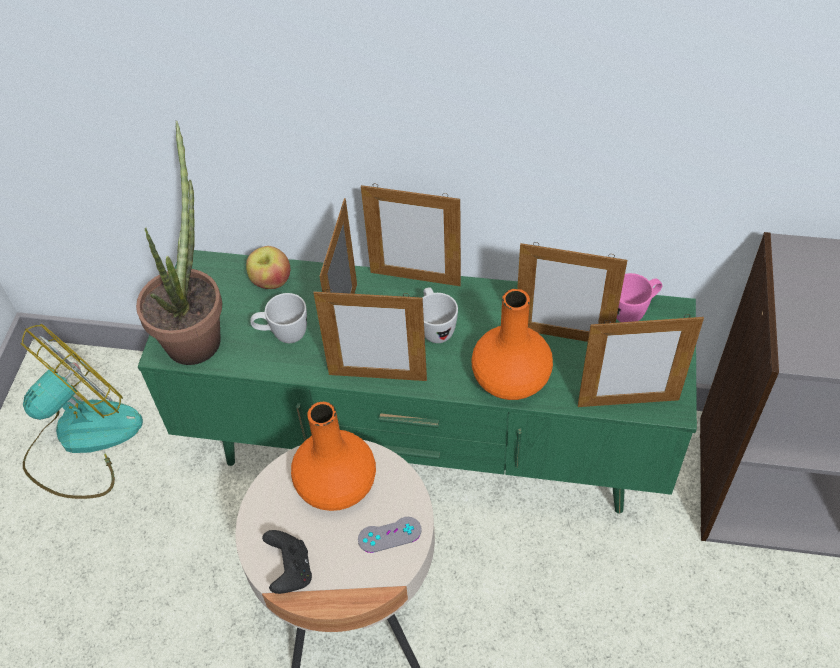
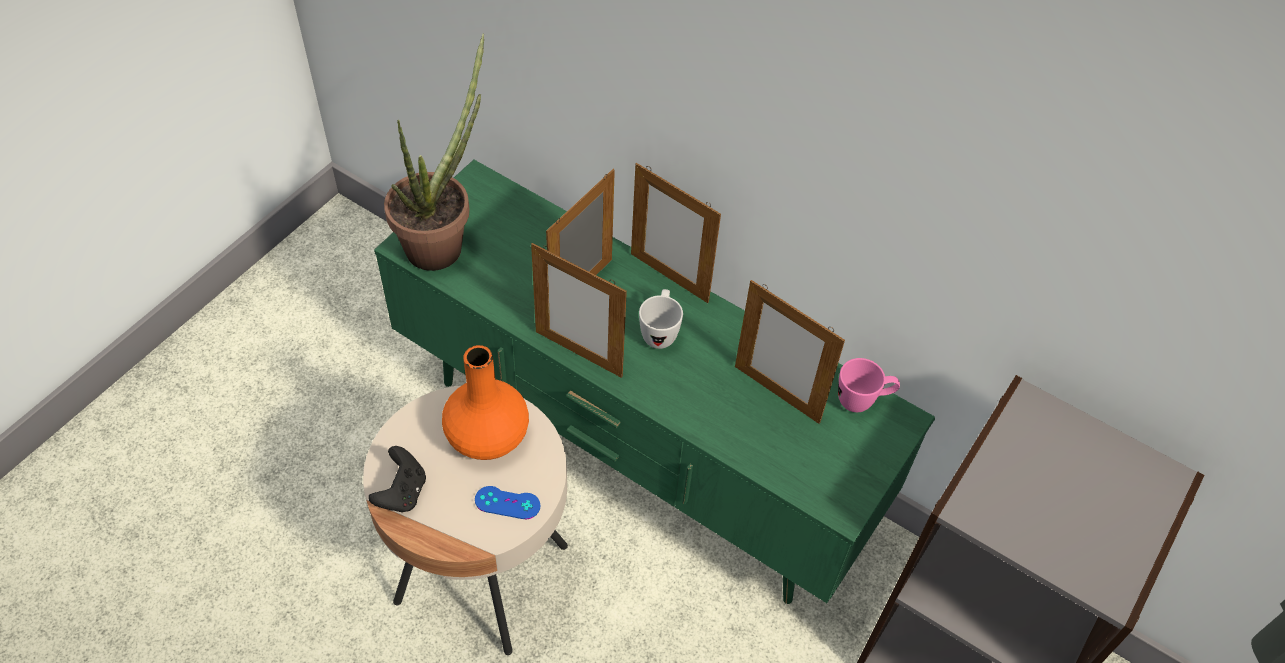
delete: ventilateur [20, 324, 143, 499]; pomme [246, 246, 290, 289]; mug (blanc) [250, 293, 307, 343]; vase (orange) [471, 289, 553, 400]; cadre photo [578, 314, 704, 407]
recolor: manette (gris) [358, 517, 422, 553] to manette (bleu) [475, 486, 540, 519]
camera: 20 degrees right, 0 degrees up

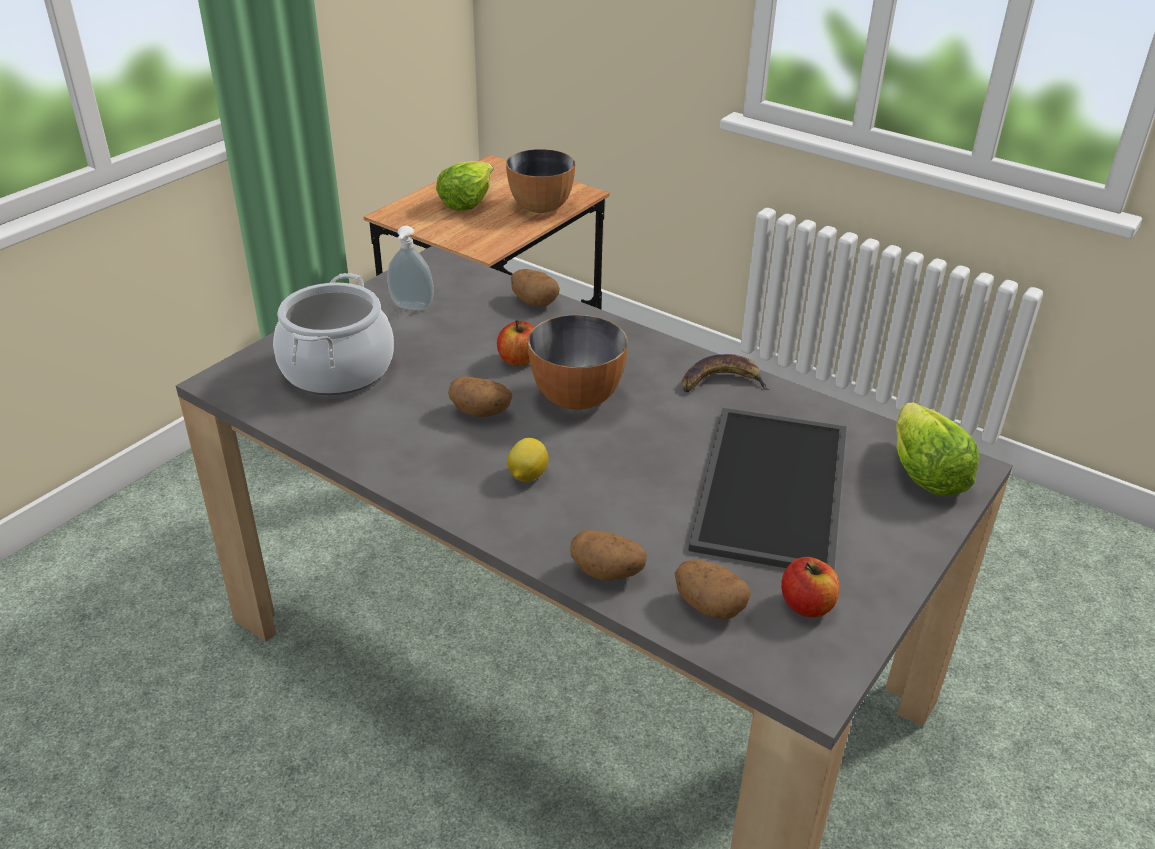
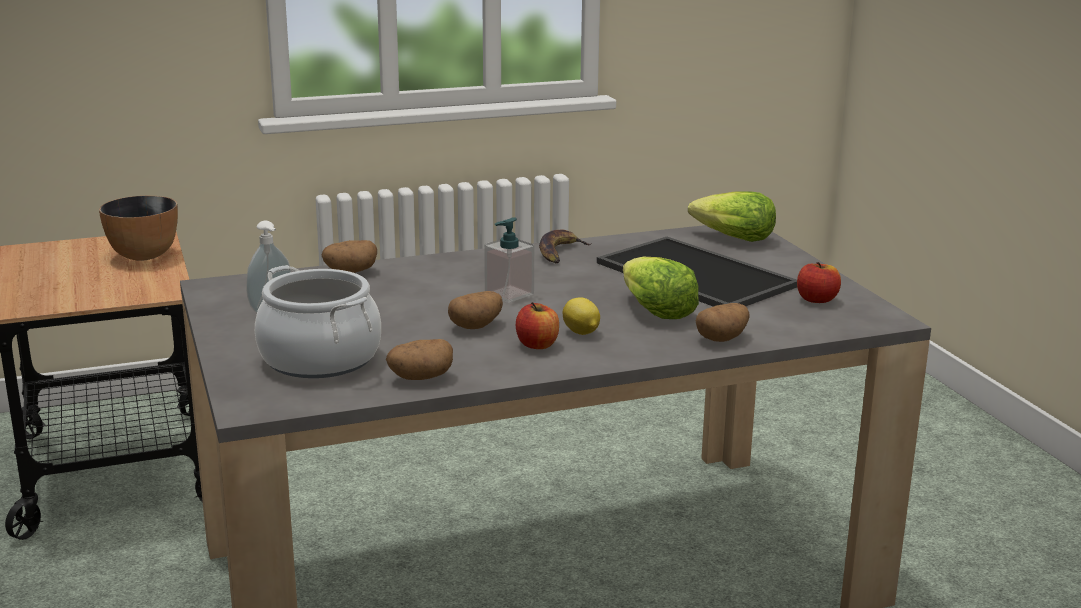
move: pomme de terre [675, 560, 751, 619] to [386, 339, 453, 380]; pomme [497, 320, 534, 366] to [516, 302, 559, 349]; laitue [436, 161, 493, 210] to [623, 257, 699, 319]
replace: bol [528, 315, 628, 410] to distributeur de savon [484, 217, 534, 303]
camera: 55 degrees left, 15 degrees down

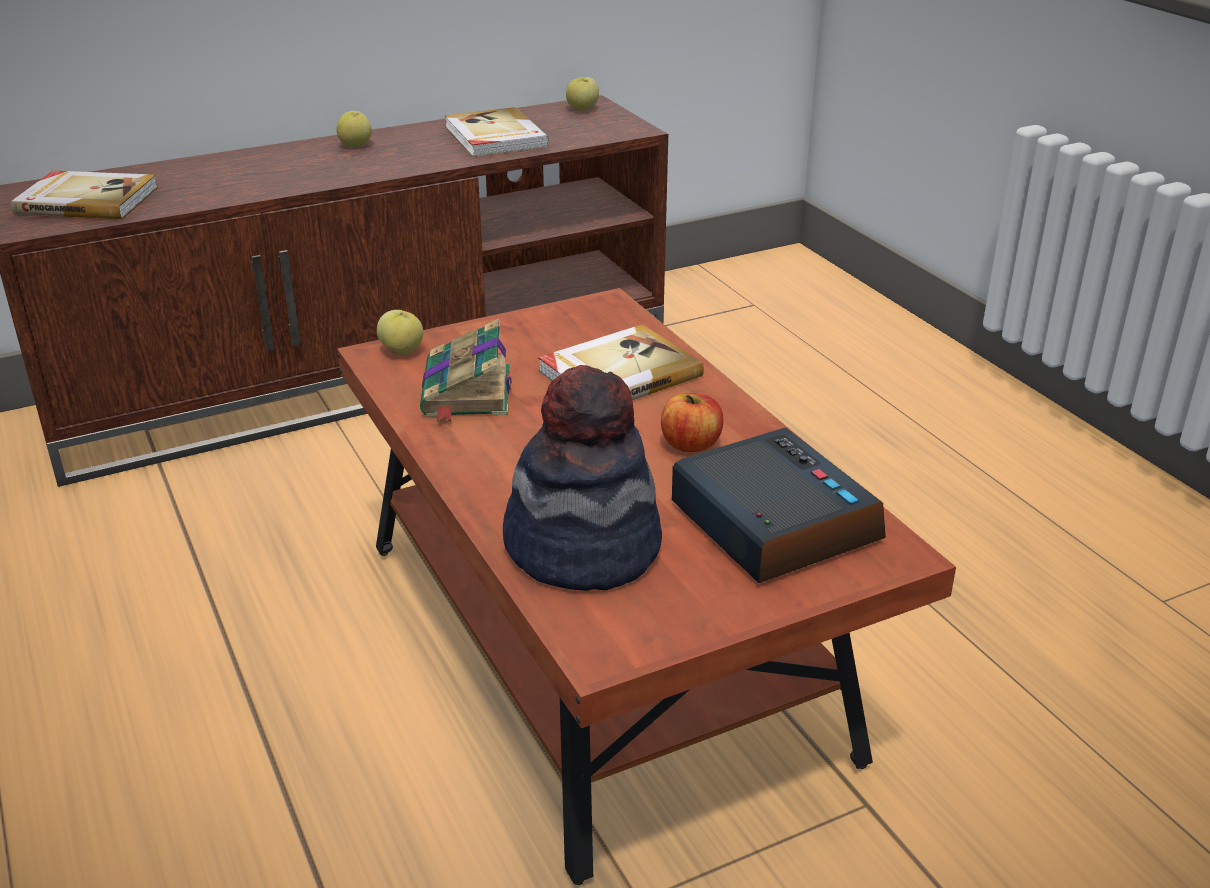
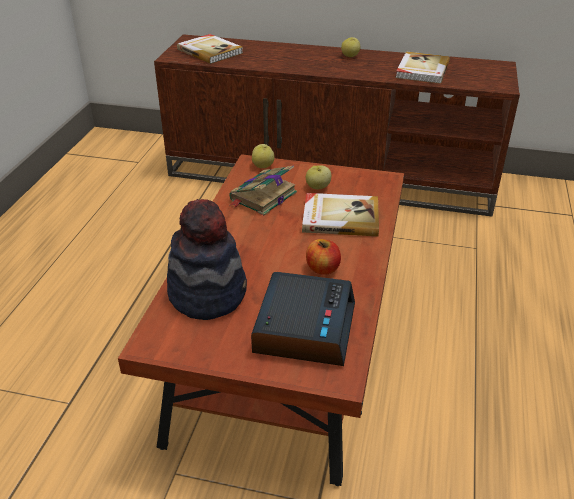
move: pomme [566, 77, 599, 111] to [306, 165, 331, 190]
camera: 40 degrees right, 5 degrees up

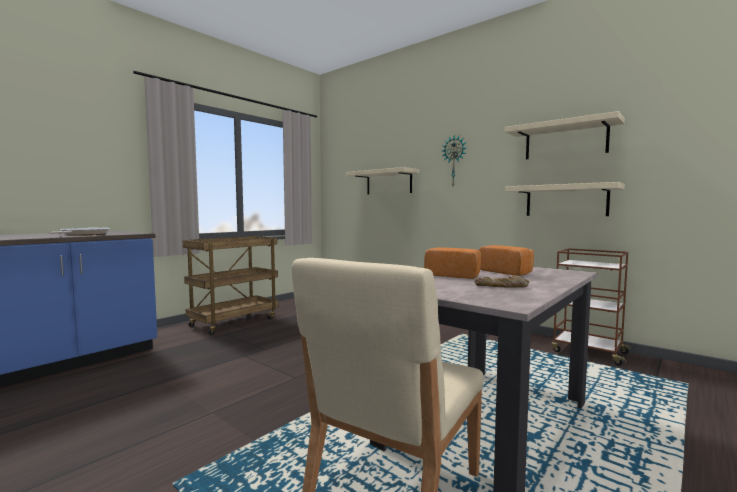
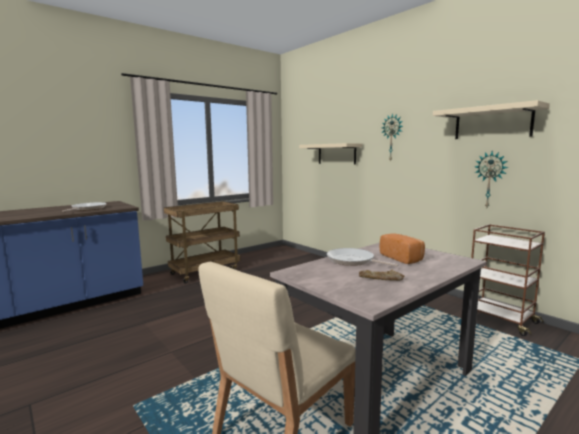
replace: pain [424, 247, 481, 279] to poêle [327, 248, 398, 266]; étagère (beige) [505, 182, 625, 216] to horloge murale [475, 151, 508, 207]
camera: 10 degrees right, 5 degrees up

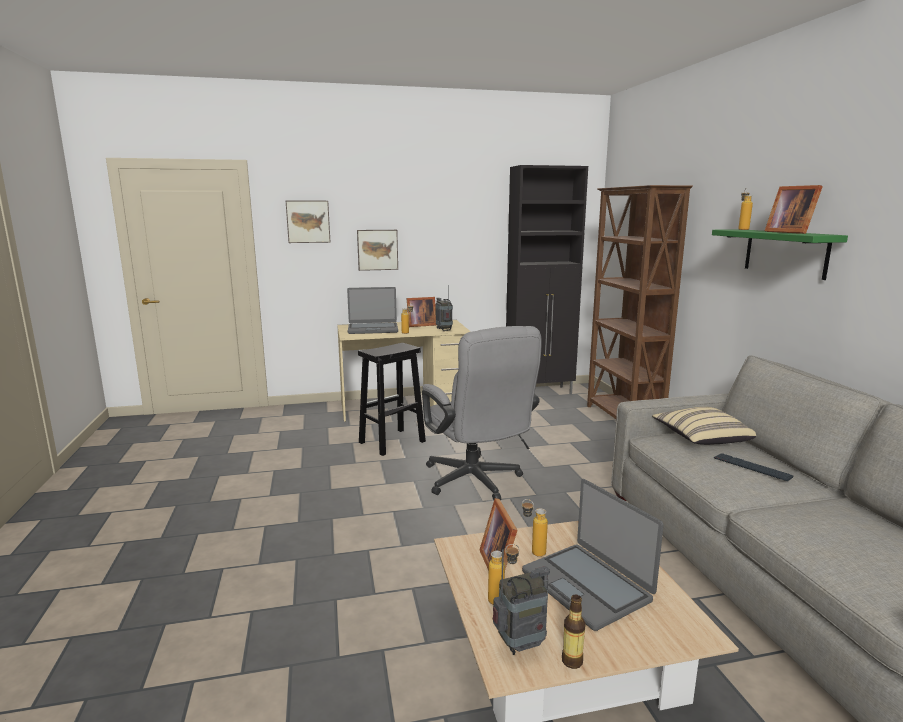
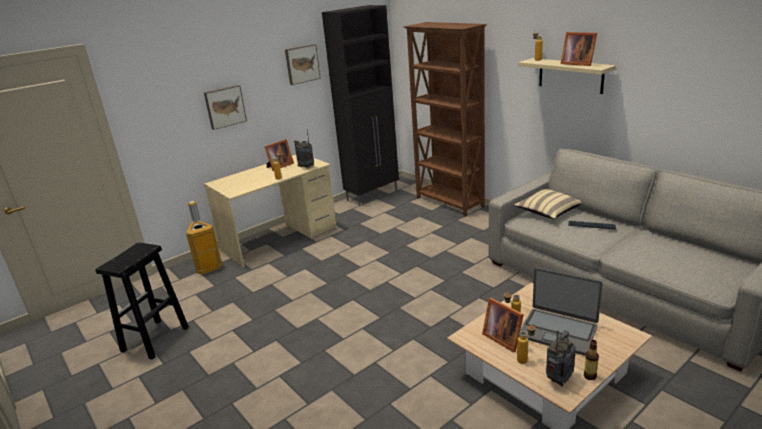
delete: ordinateur portable [347, 287, 398, 334]; chaise de bureau (gris) [422, 326, 542, 500]
insert: poubelle [186, 201, 222, 274]
move: tabouret (noir) [358, 343, 426, 456] to [95, 242, 189, 360]; tableau [286, 201, 331, 243] to [285, 44, 321, 85]
recolor: étagère (vert) [712, 229, 848, 280] to étagère (beige) [518, 58, 616, 94]
camera: 25 degrees left, 10 degrees up

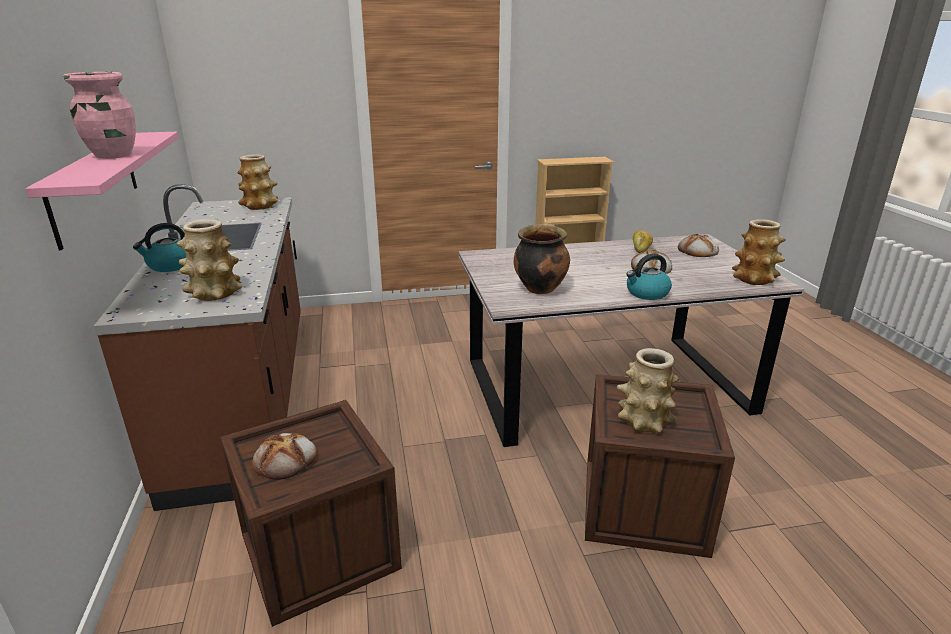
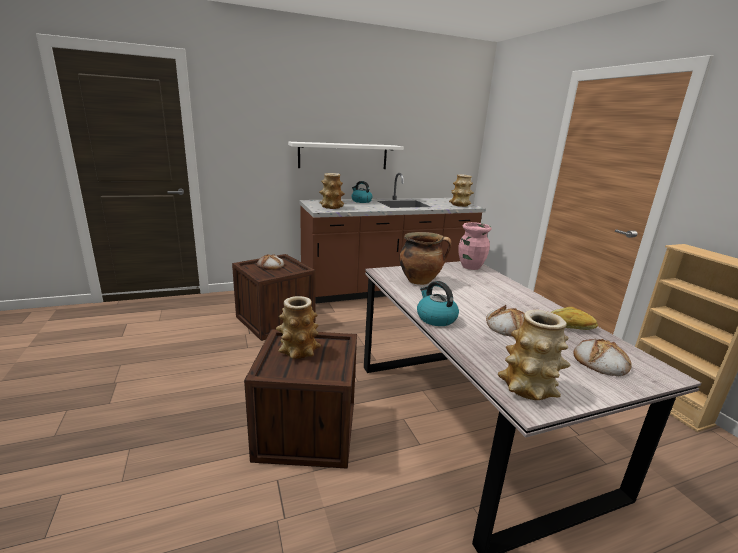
move: vase (rose) [63, 72, 136, 159] to [458, 222, 492, 270]
recolor: étagère (rose) [25, 132, 179, 250] to étagère (blanc) [288, 142, 404, 169]
camera: 80 degrees right, 5 degrees down

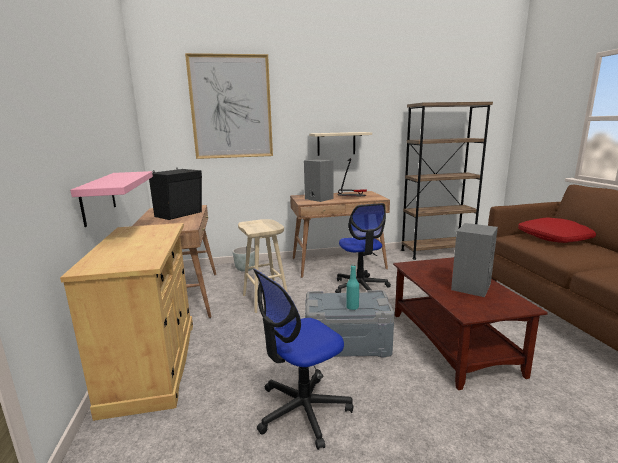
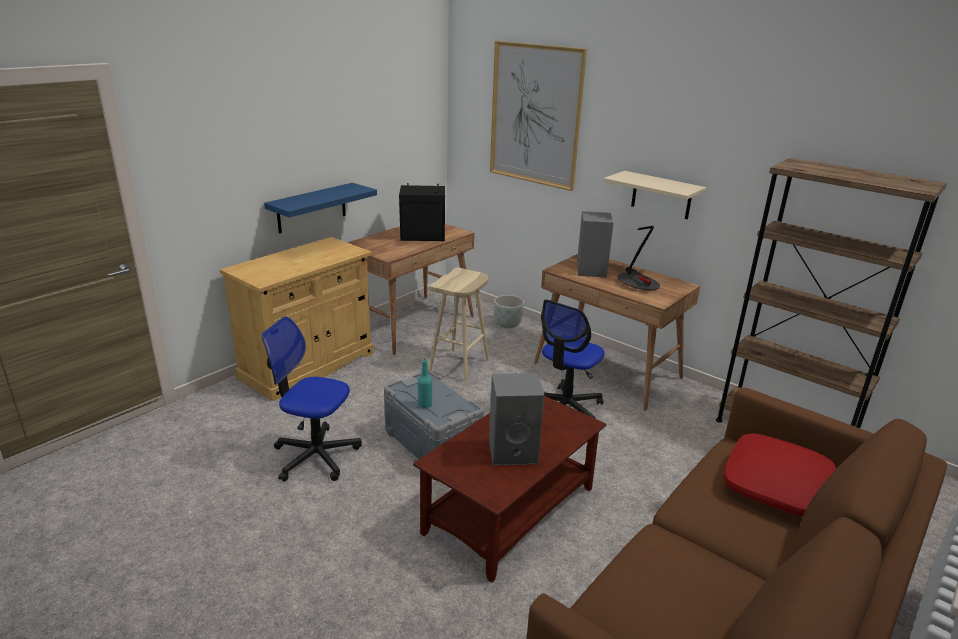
recolor: étagère (rose) [70, 171, 153, 227] to étagère (bleu) [264, 183, 377, 234]
camera: 50 degrees right, 10 degrees up

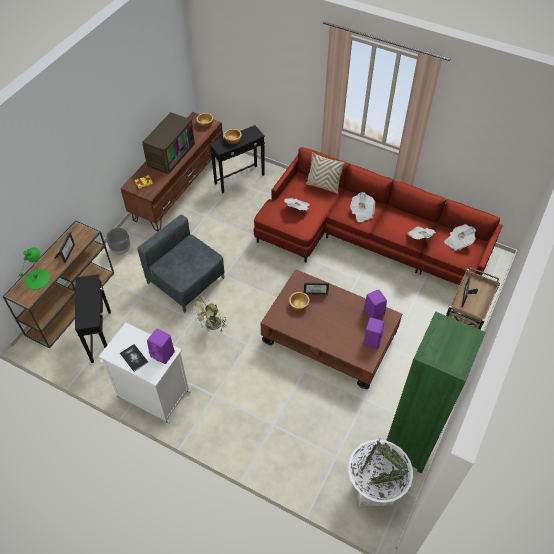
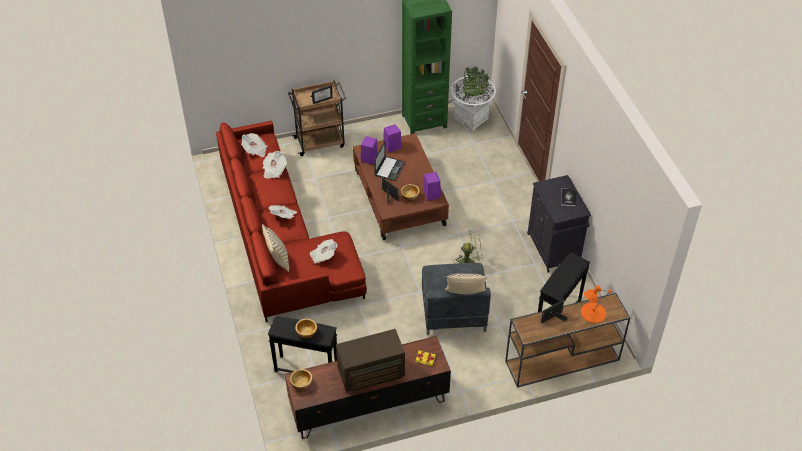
delete: cache-pot (gris) [106, 228, 130, 255]
insert: ordinateur portable [374, 141, 406, 181]; coussin (beige) [445, 273, 487, 294]
move: enceinte (violet) [147, 328, 175, 364] to [424, 172, 441, 201]
recolor: meuble de rangement (blanc) [99, 323, 190, 424] to meuble de rangement (noir) [527, 175, 591, 273]; lampe de table (vert) [19, 247, 50, 290] to lampe de table (orange) [581, 286, 612, 323]
camera: 135 degrees left, 5 degrees down

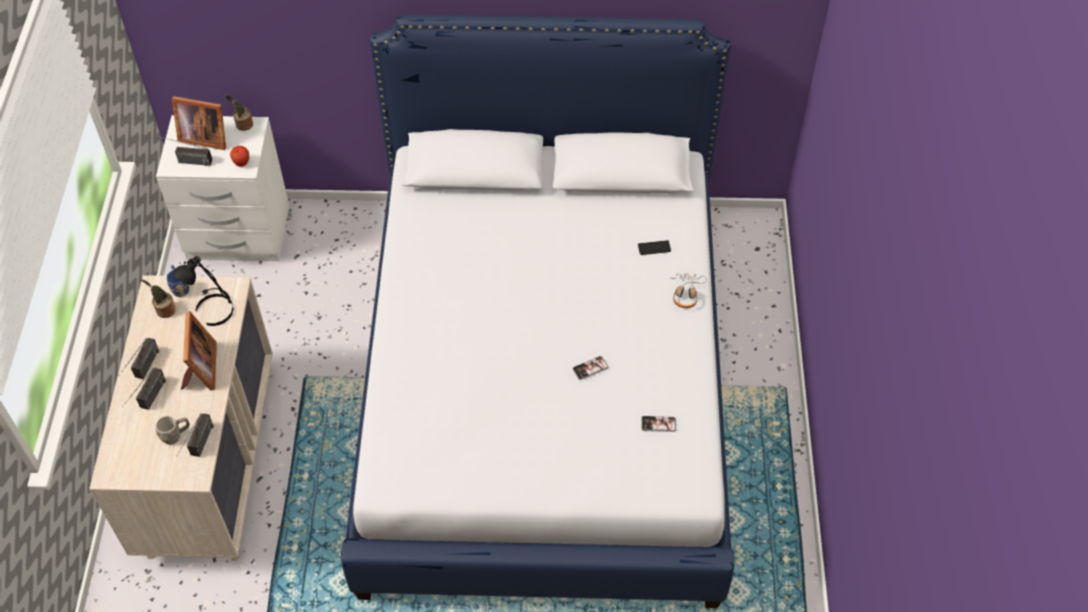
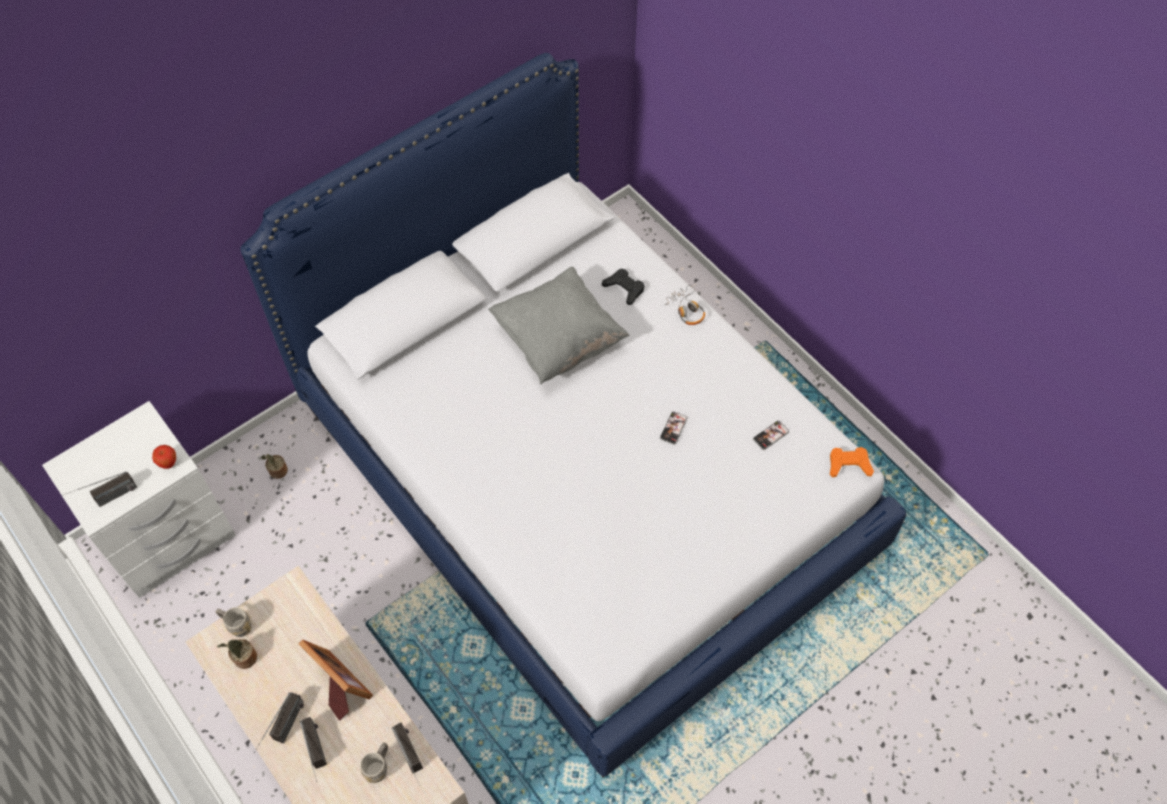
delete: cadre photo [172, 96, 226, 150]; lampe de table (noir) [173, 255, 234, 326]
insert: coussin (gris) [488, 267, 630, 385]; manette (orange) [830, 447, 874, 477]
move: plante en pot [225, 94, 253, 131] to [261, 454, 288, 479]
replace: téléphone [638, 240, 671, 255] to manette (noir) [602, 269, 645, 305]
recolor: mug (bleu) [167, 265, 189, 297] to mug (gris) [216, 607, 251, 637]
rotate: radio [118, 338, 159, 379] = [254, 692, 304, 753] 45 degrees clockwise
camera: 40 degrees left, 5 degrees up

